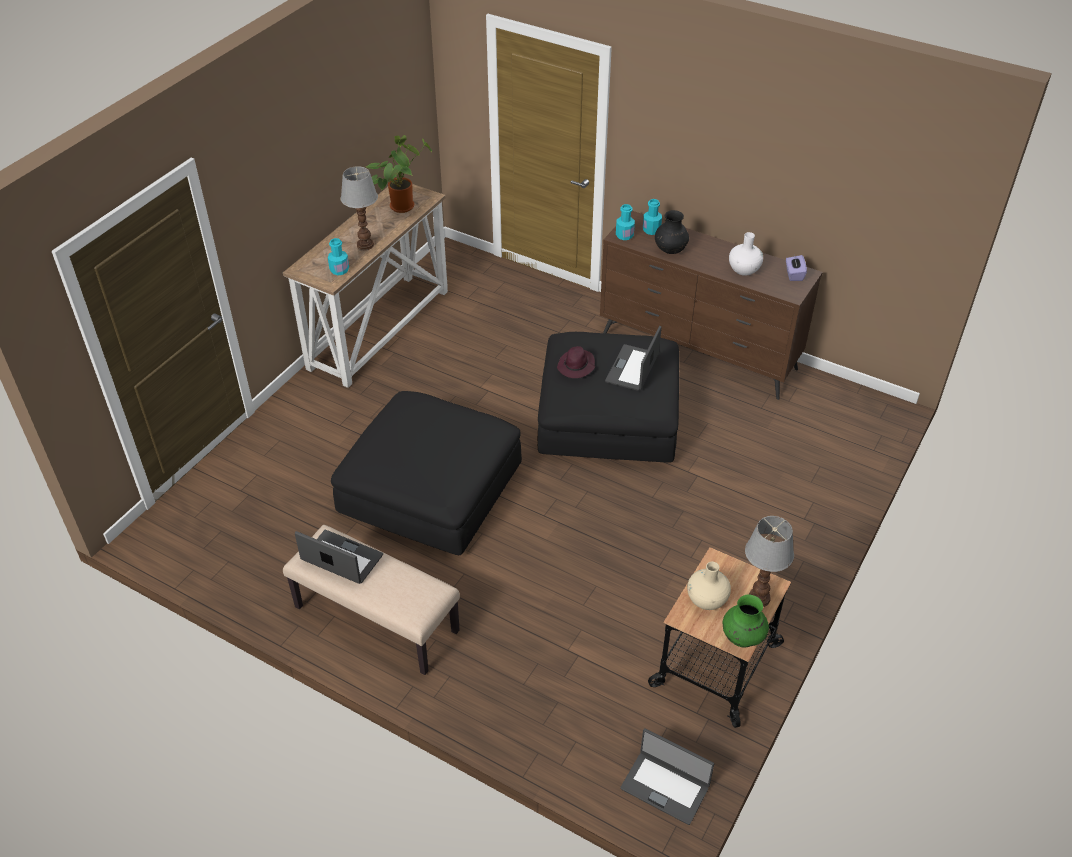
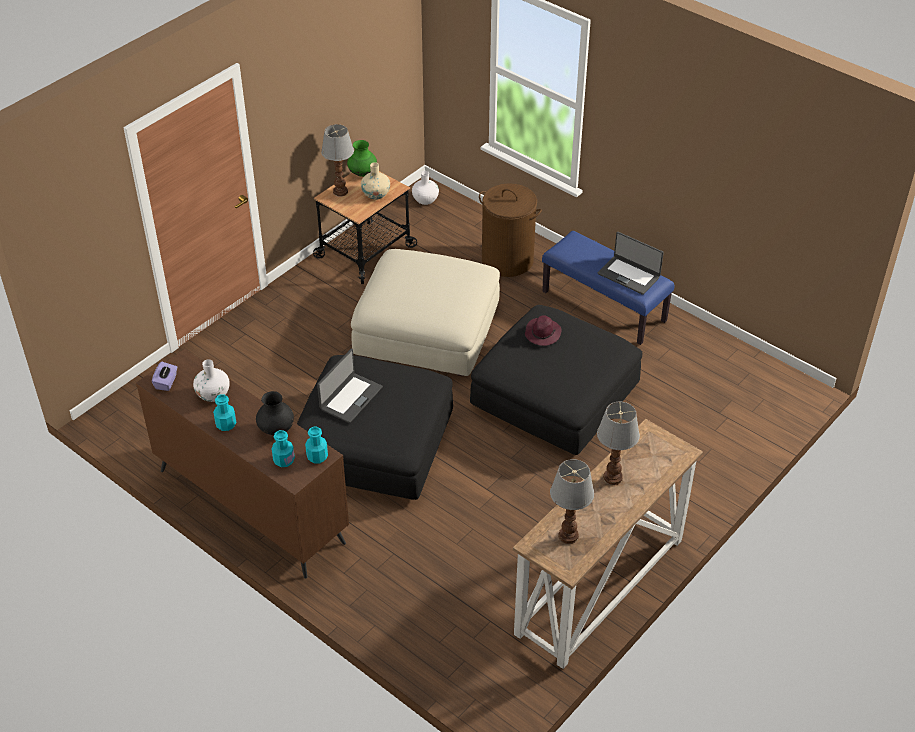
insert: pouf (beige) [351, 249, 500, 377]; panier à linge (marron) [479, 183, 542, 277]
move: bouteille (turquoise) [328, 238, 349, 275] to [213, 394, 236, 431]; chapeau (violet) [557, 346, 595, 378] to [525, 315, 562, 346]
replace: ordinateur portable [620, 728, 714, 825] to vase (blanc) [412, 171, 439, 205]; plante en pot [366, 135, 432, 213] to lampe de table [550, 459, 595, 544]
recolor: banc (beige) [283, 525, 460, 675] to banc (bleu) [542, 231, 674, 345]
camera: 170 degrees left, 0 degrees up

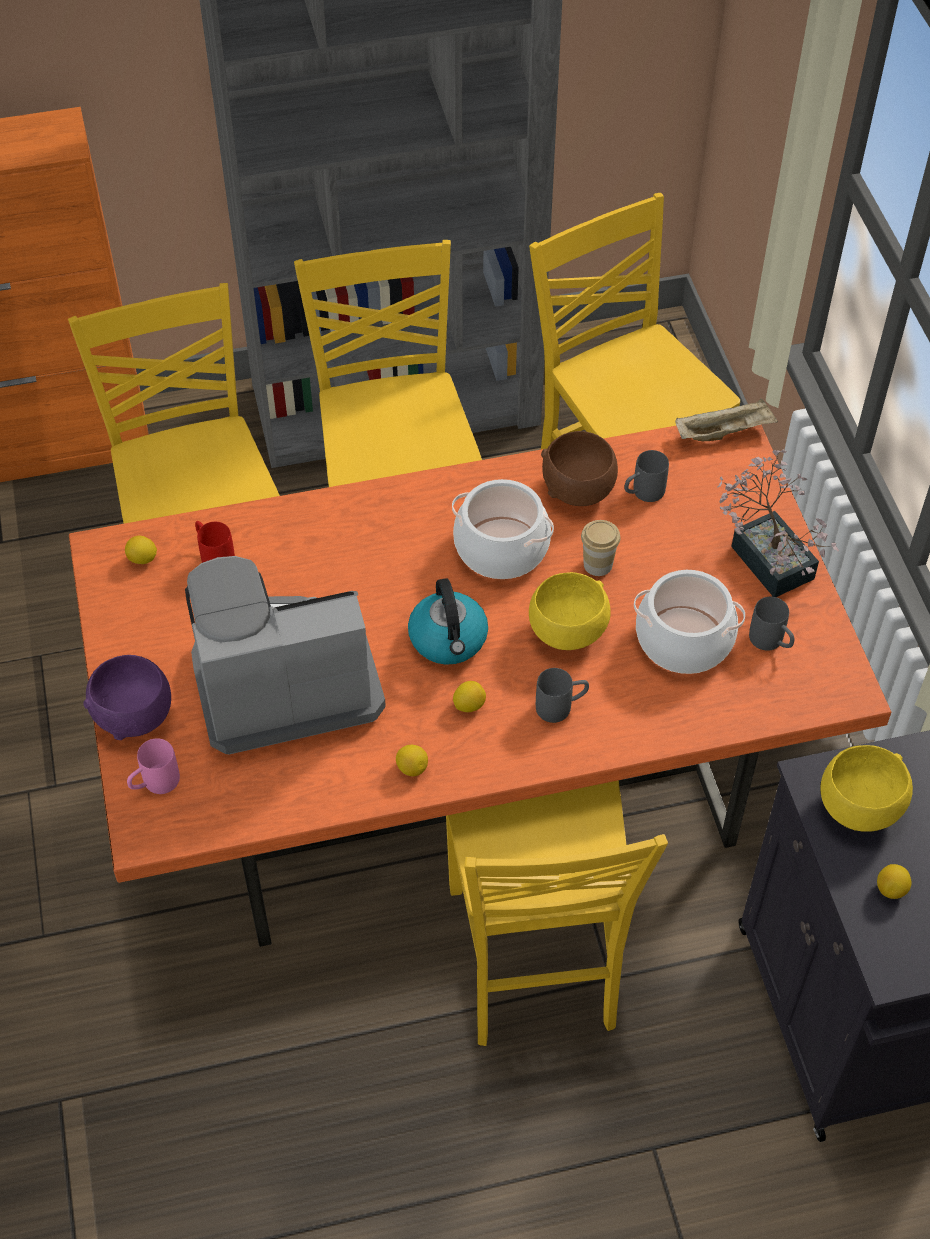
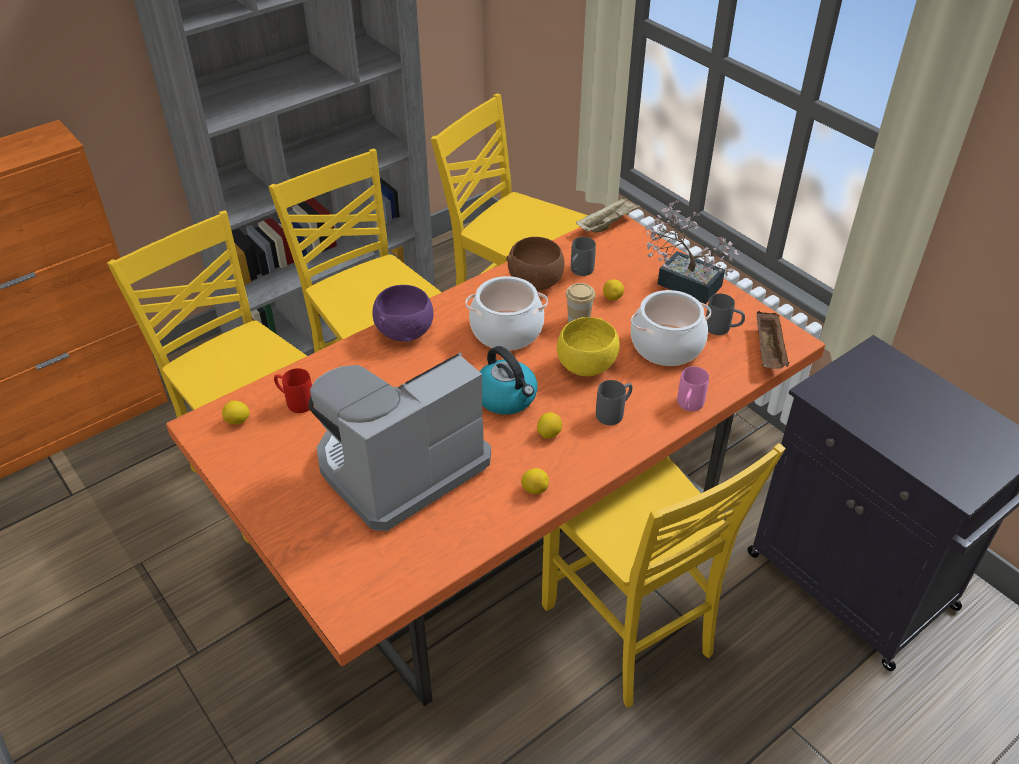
delete: bol (jaune) [820, 745, 913, 832]
insert: plateau (marron) [757, 311, 789, 369]
move: bol (violet) [83, 655, 171, 740] to [372, 285, 434, 342]; citron [877, 864, 912, 899] to [603, 279, 624, 301]; mug (rose) [127, 738, 180, 794] to [677, 366, 709, 411]
camera: 25 degrees left, 10 degrees down

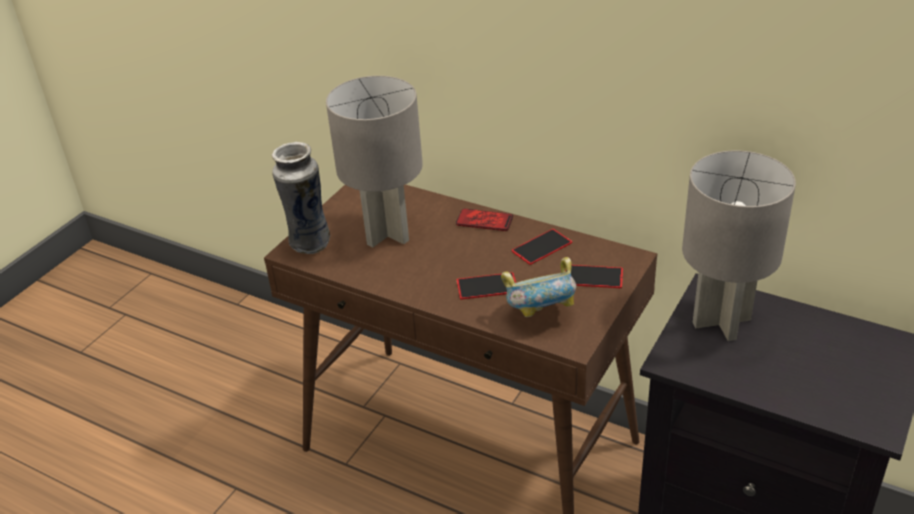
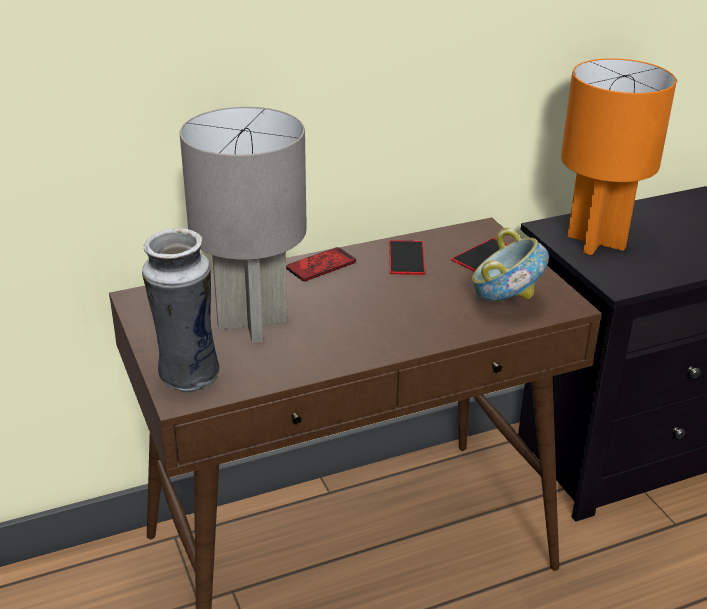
delete: téléphone [457, 272, 516, 300]
recolor: lampe de table (gris) [682, 151, 796, 341] to lampe de table (orange) [561, 58, 676, 255]
camera: 55 degrees left, 5 degrees down

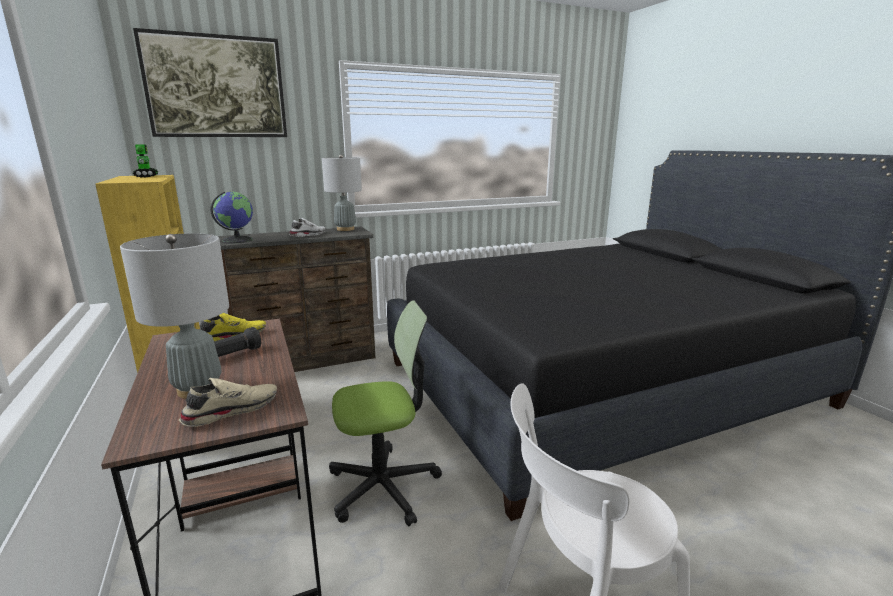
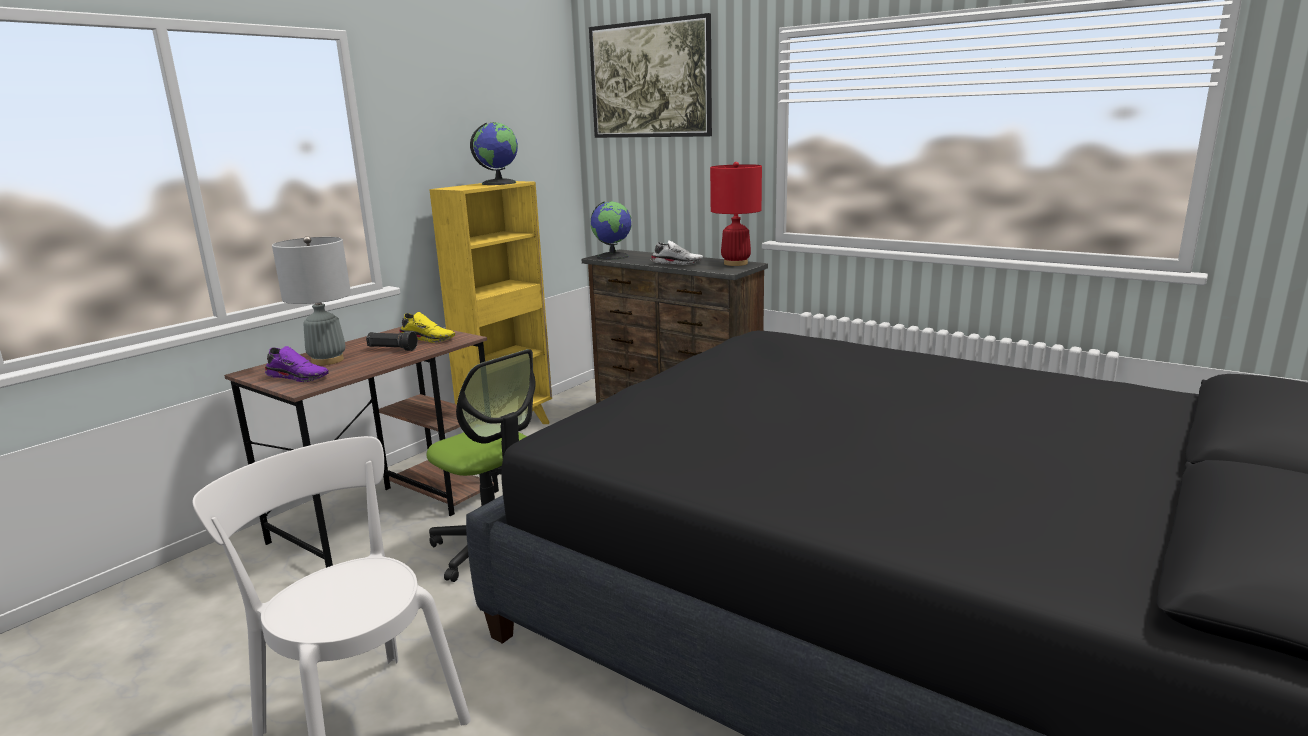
replace: robot jouet [133, 144, 158, 178] to globe [470, 122, 518, 185]
recolor: chaussure (beige) [179, 378, 277, 427] to chaussure (violet) [265, 346, 329, 382]; lampe de table (gris) [322, 155, 362, 231] to lampe de table (rouge) [710, 162, 762, 266]
camera: 60 degrees right, 0 degrees up

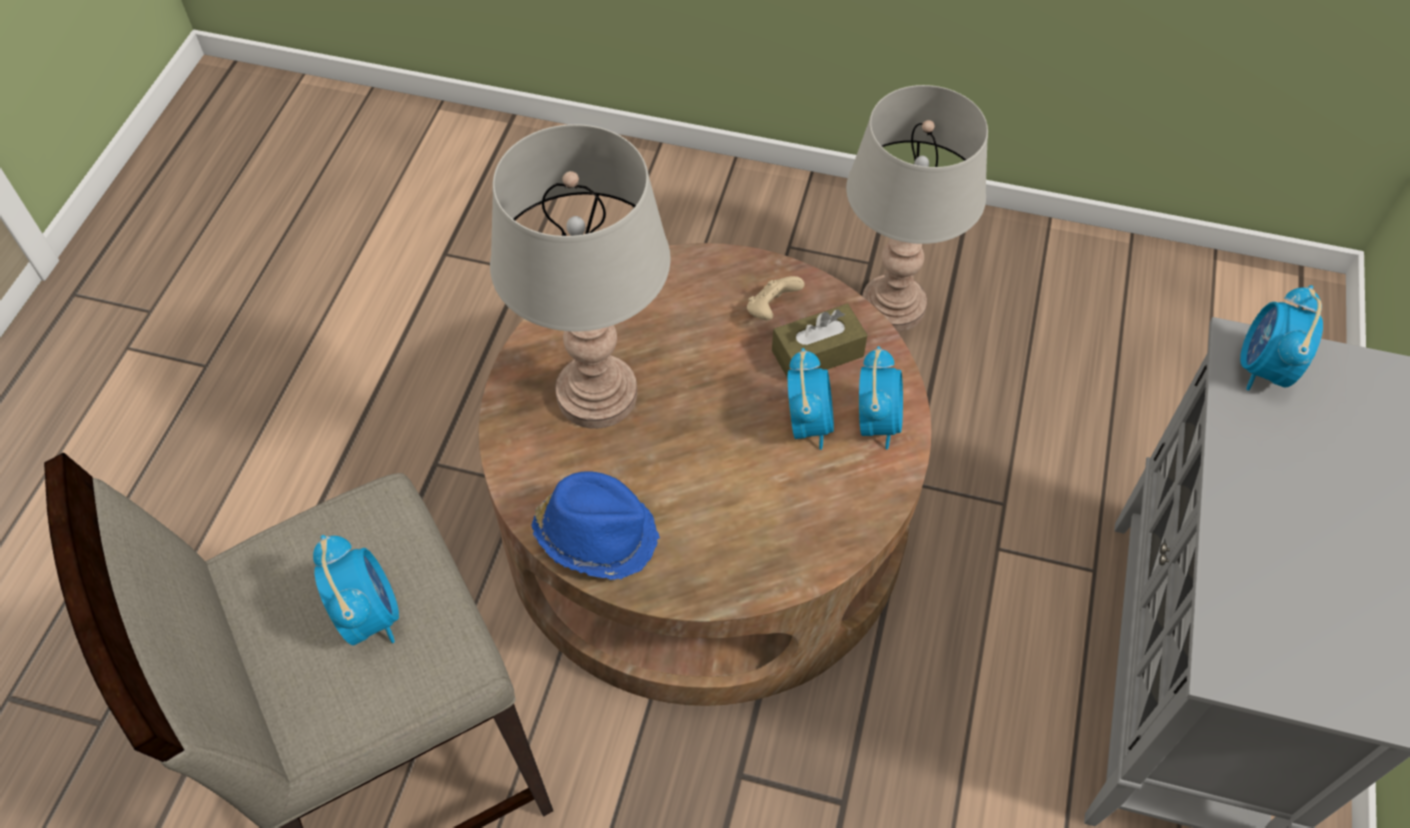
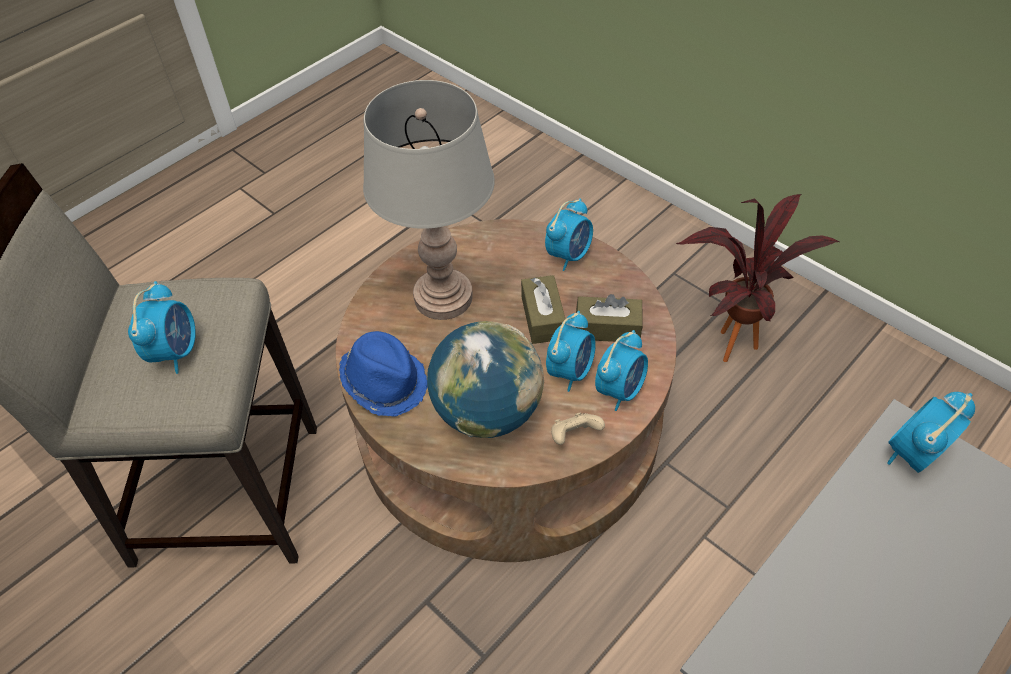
insert: globe [427, 321, 544, 438]; boîte à mouchoirs (marron) [521, 275, 565, 344]; réveil [545, 198, 593, 271]
move: manette (beige) [747, 276, 805, 320] to [551, 413, 605, 445]
replace: lampe de table (gris) [846, 85, 988, 332] to plante en pot [676, 194, 839, 362]
camera: 30 degrees right, 5 degrees down

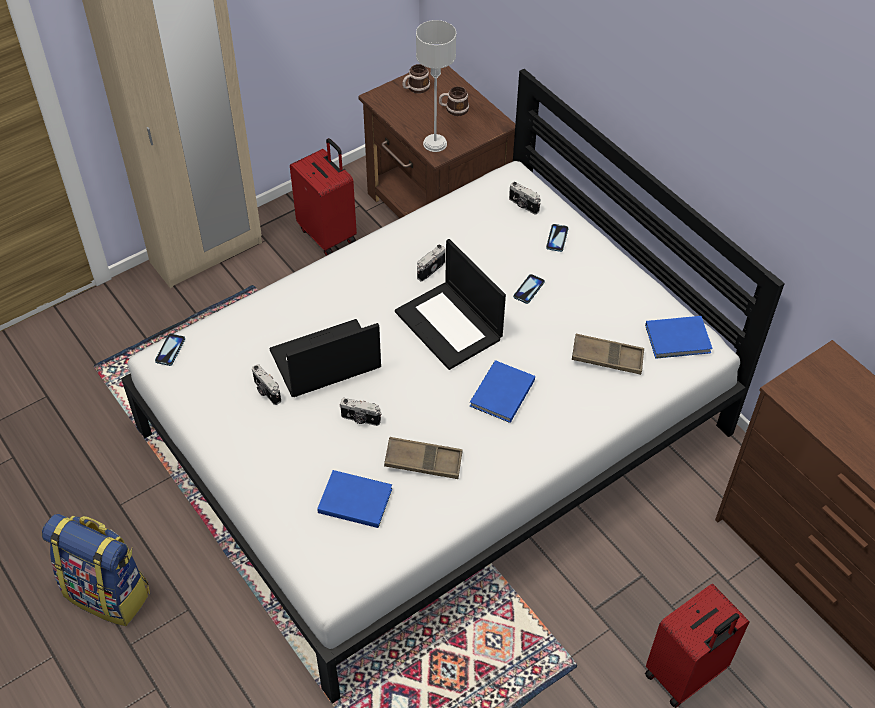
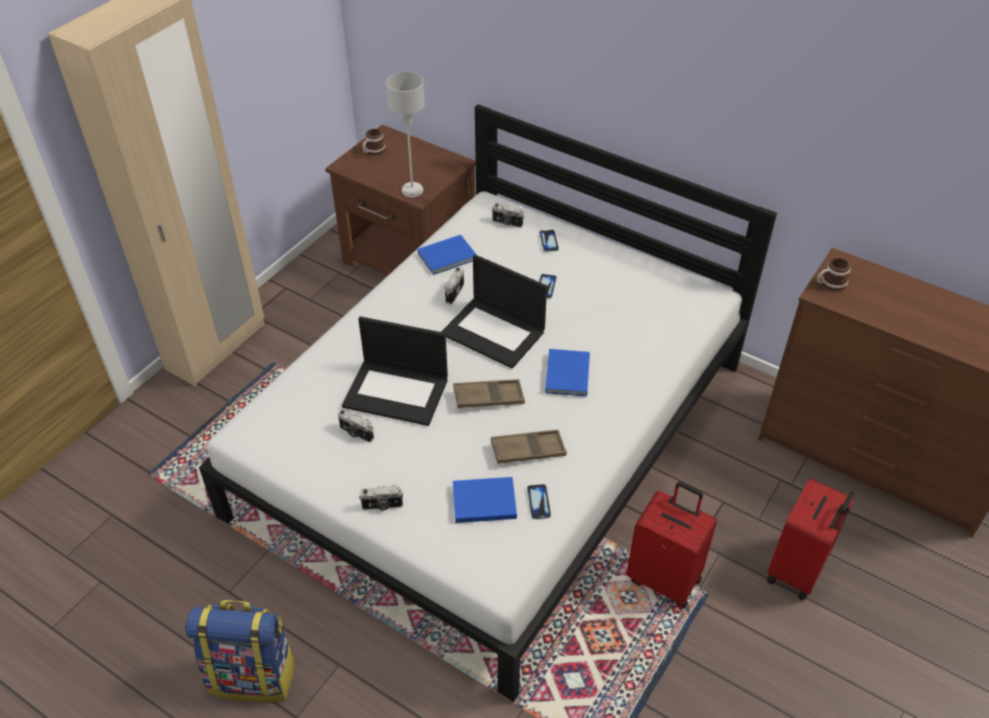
move: appareil photo [340, 398, 381, 426] to [359, 485, 404, 510]; livre (bleu) [645, 316, 713, 359] to [418, 235, 477, 275]; plateau (marron) [572, 334, 644, 375] to [453, 379, 525, 408]; téléphone [155, 334, 185, 366] to [527, 484, 551, 519]; valise (rouge) [290, 138, 357, 256] to [627, 482, 717, 609]; mug [439, 86, 469, 116] to [817, 258, 851, 291]
rotate: ordinateur portable [270, 319, 381, 397] = [342, 316, 448, 426] 120 degrees counterclockwise
camera: 20 degrees left, 5 degrees down

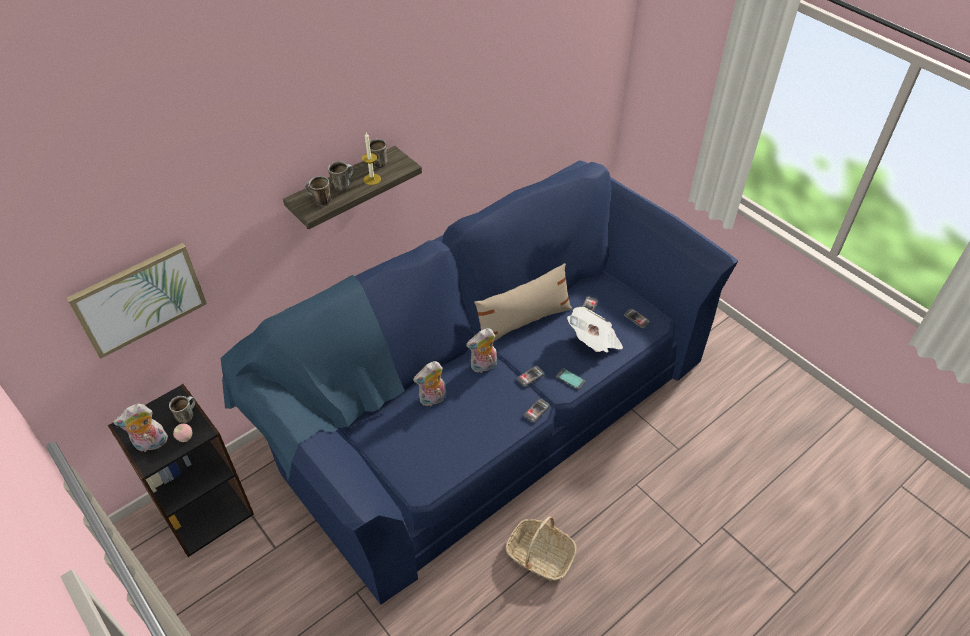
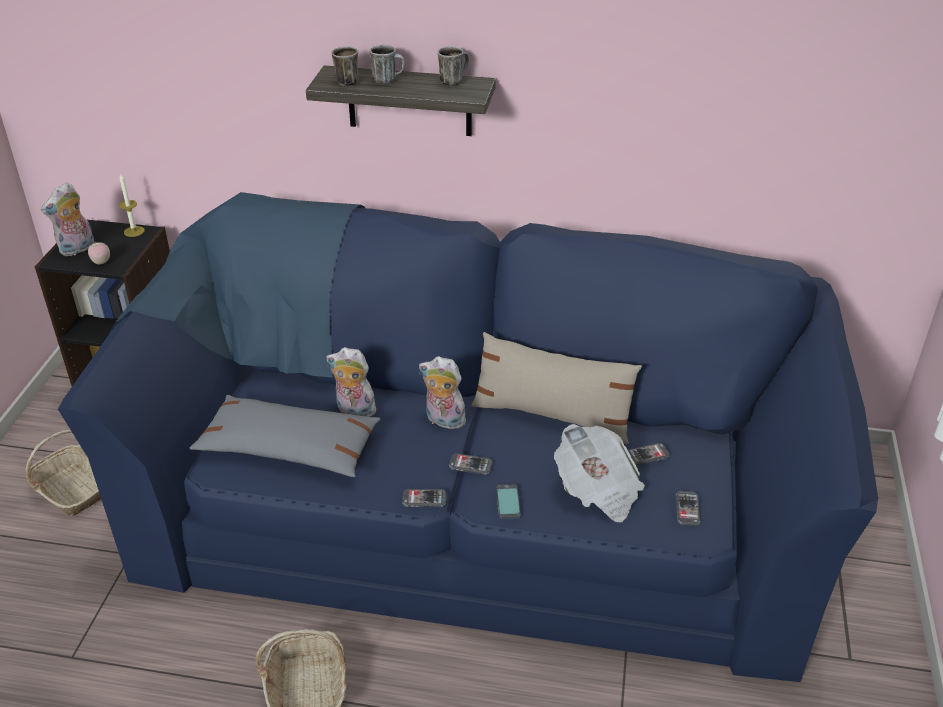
delete: tableau [66, 243, 207, 359]; mug [169, 396, 196, 424]
insert: panier [26, 430, 101, 516]; coussin (gris) [190, 395, 381, 477]
move: bougie [362, 133, 381, 185] to [119, 174, 145, 237]
rotate: peluche [113, 403, 168, 452] = [41, 182, 94, 257] 75 degrees counterclockwise
camera: 50 degrees right, 10 degrees down

